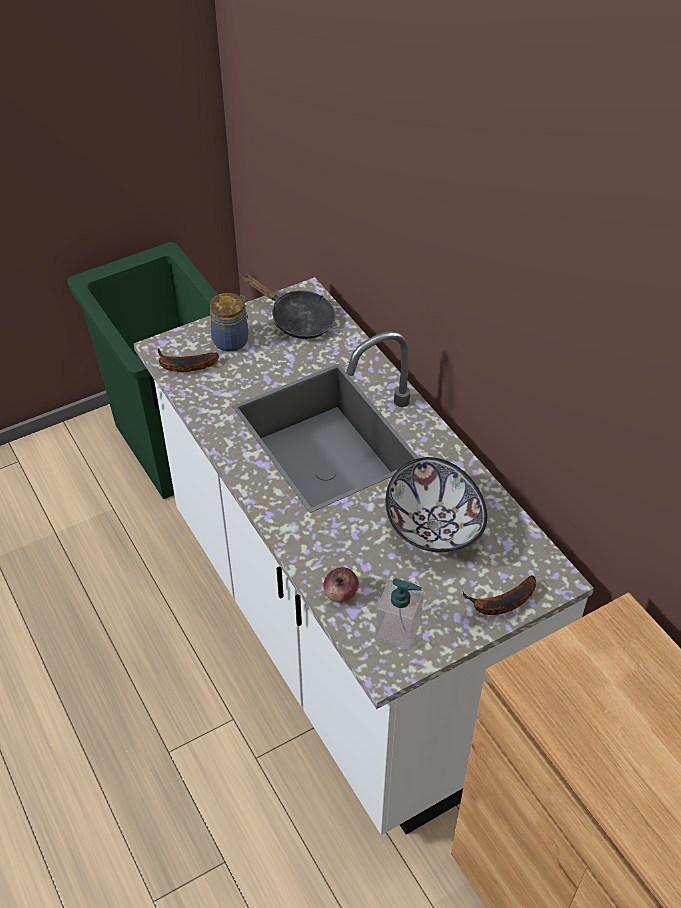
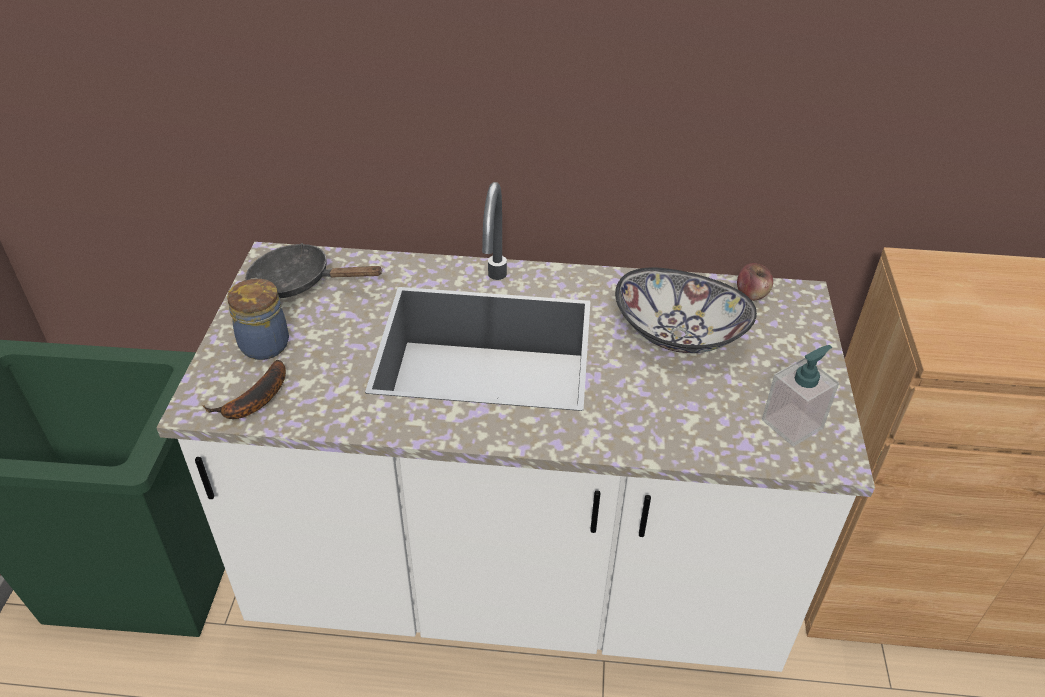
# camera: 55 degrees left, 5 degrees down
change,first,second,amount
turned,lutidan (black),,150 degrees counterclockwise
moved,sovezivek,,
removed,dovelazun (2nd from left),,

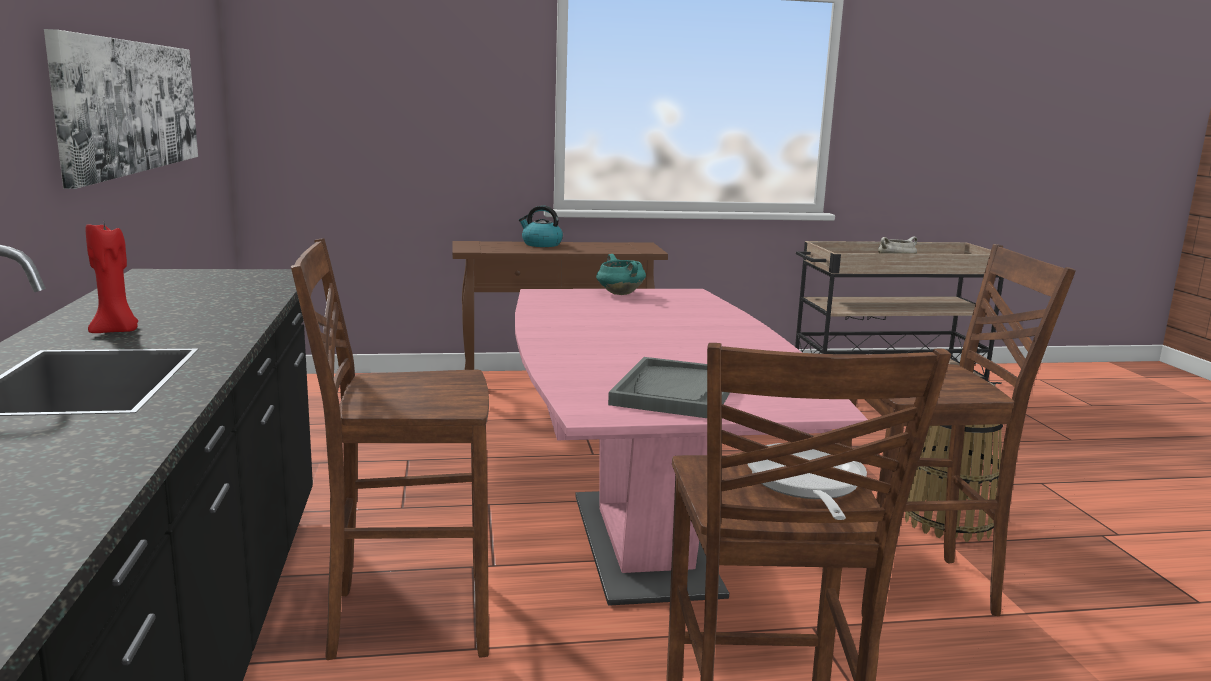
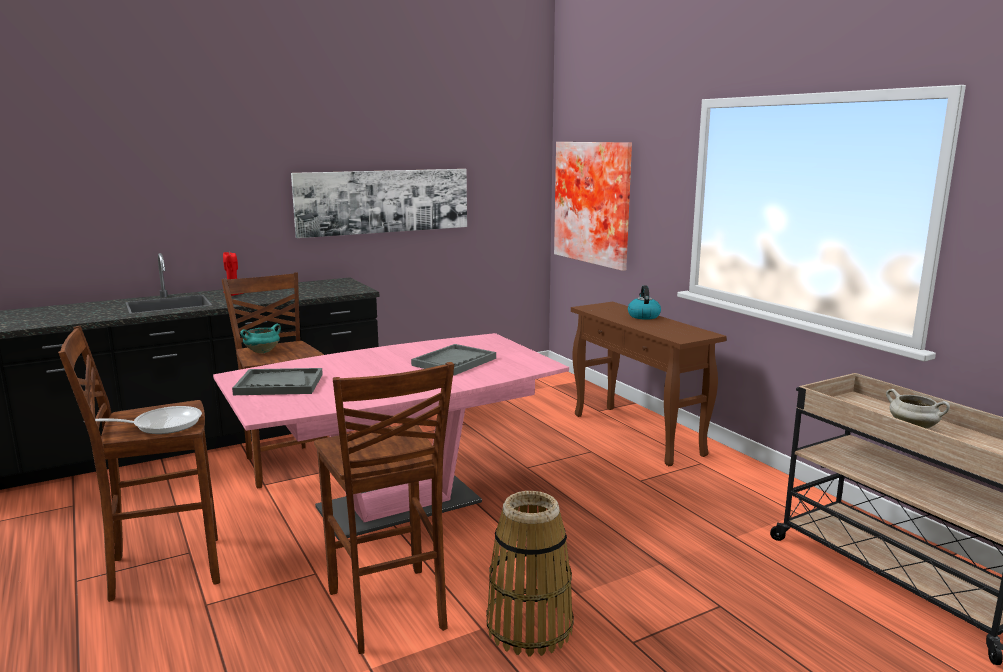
# camera: 70 degrees right, 0 degrees up
change,first,second,amount
moved,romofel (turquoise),,
added,,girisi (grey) (2nd from left),
added,,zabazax (2nd from left),

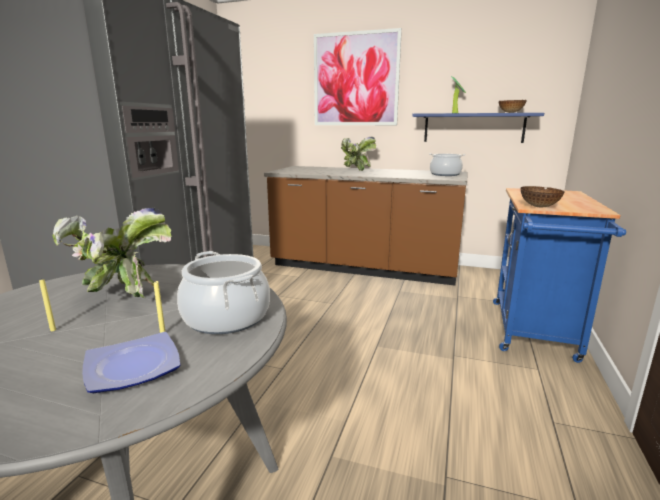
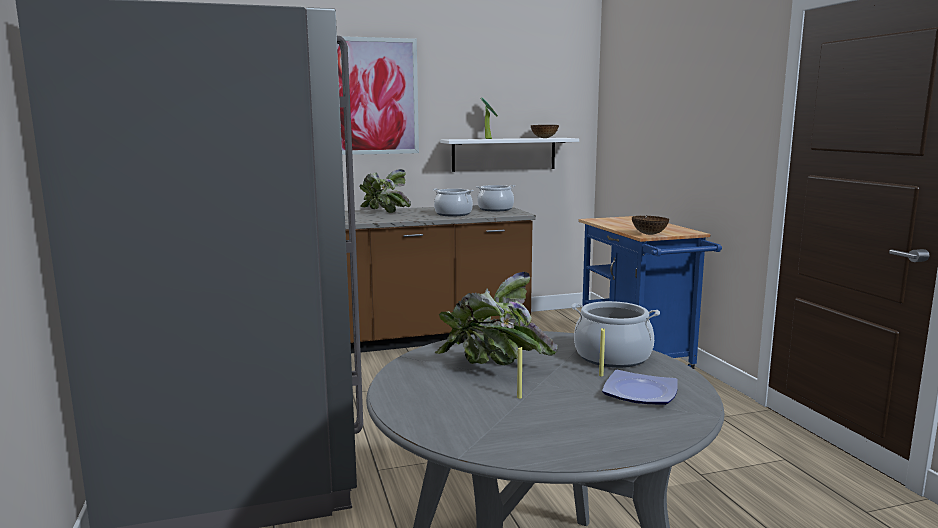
# camera: 35 degrees left, 5 degrees down
change,first,second,amount
recoloured,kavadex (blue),kavadex (white),
added,,romofel (1st from left),

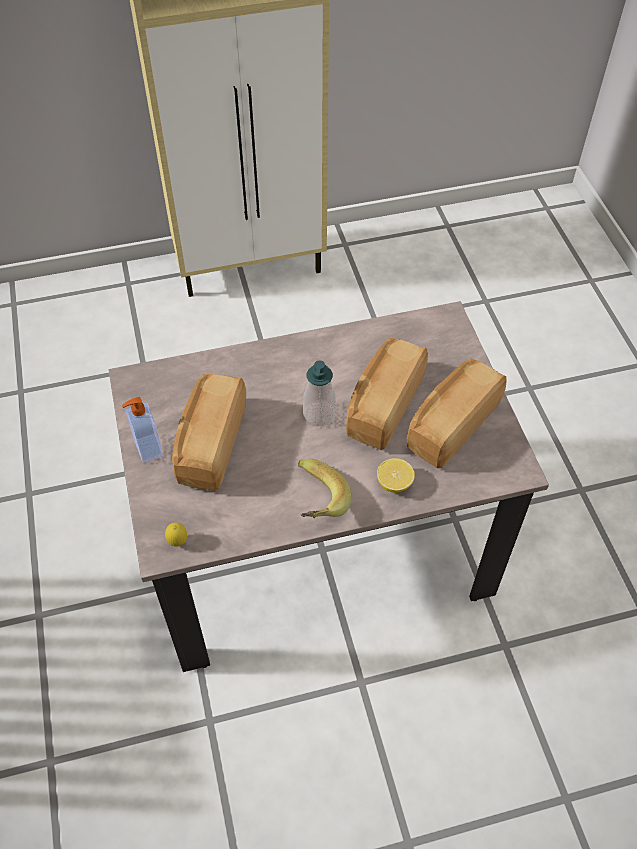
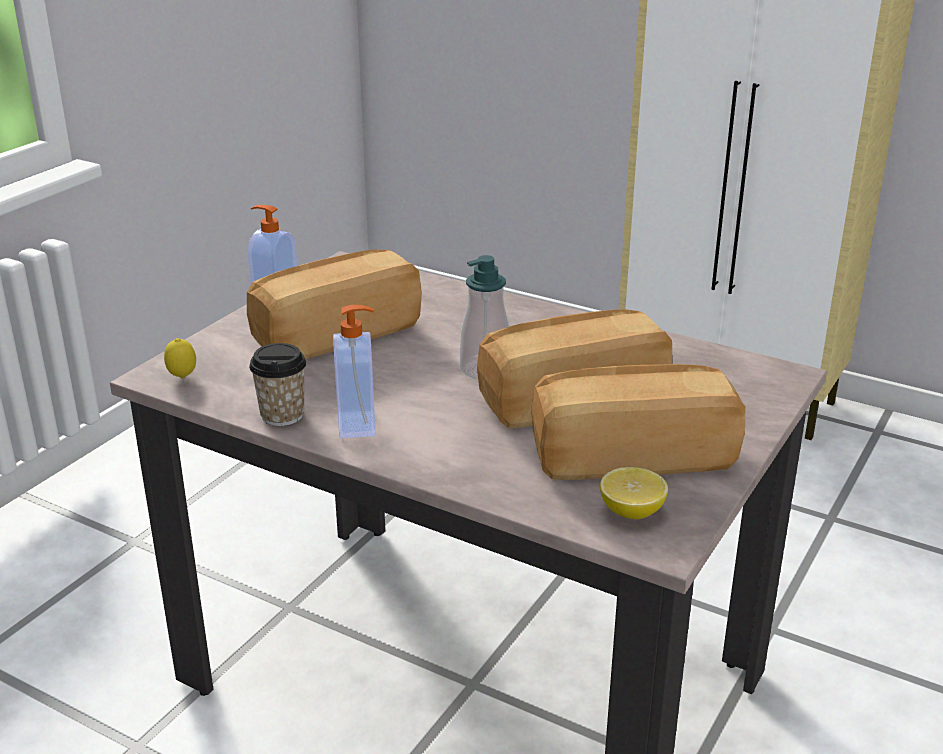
# camera: 45 degrees right, 25 degrees down
change,first,second,amount
replaced,dovelazun,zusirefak (2nd from left),
moved,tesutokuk (2nd from left),,
added,,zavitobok,

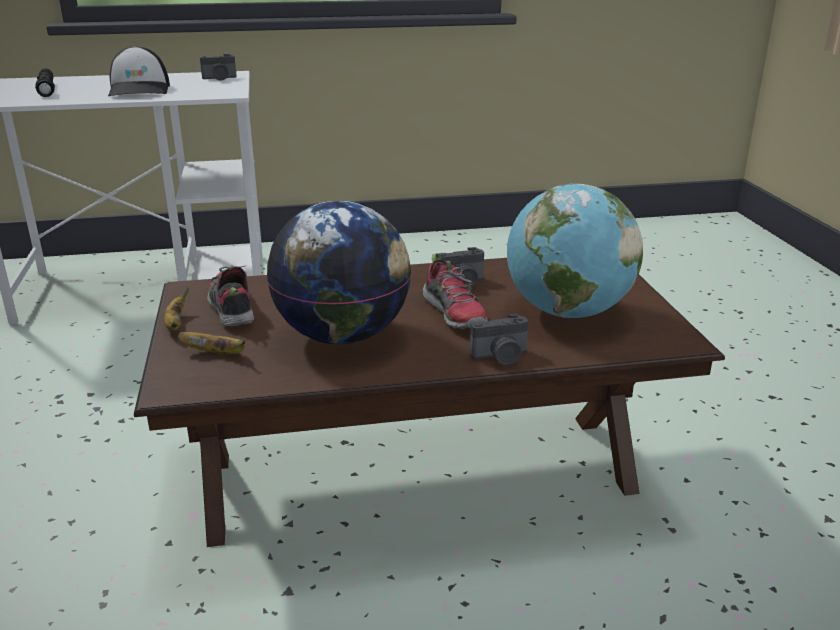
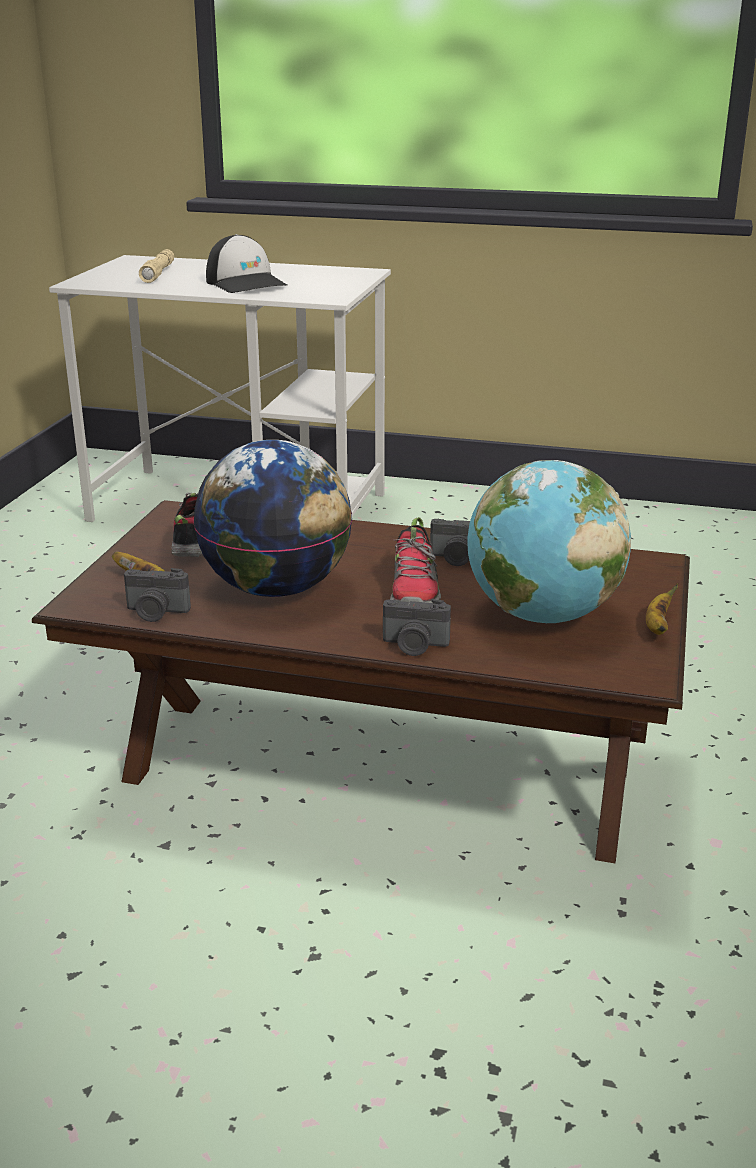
# camera: 25 degrees right, 0 degrees up
change,first,second,amount
recoloured,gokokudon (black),gokokudon (beige),
turned,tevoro,,45 degrees counterclockwise
moved,dovelazun (1st from left in the first image),dovelazun (2nd from left),
moved,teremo (1st from left),,

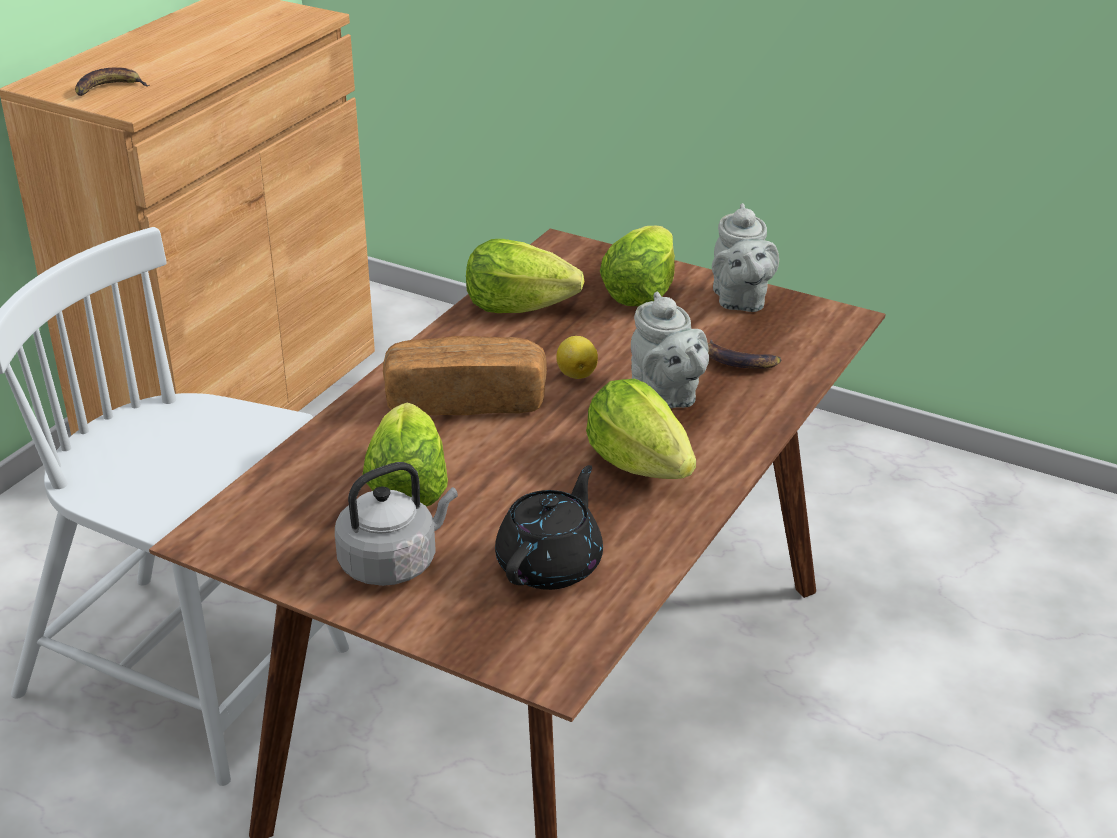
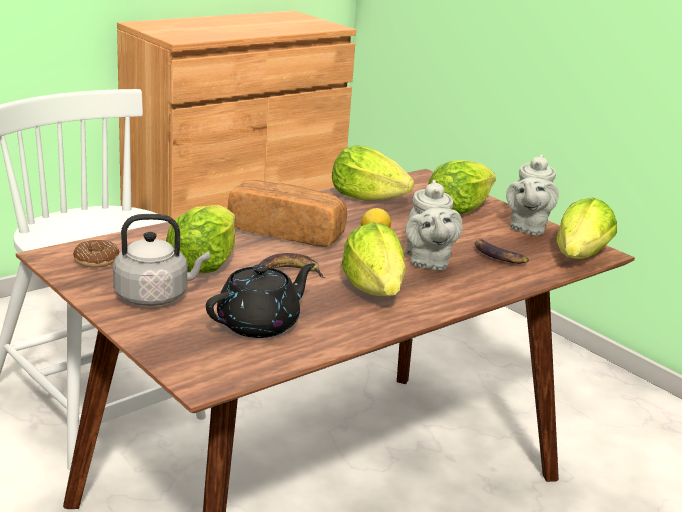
# camera: 20 degrees right, 10 degrees down
change,first,second,amount
moved,dovelazun (1st from left),,
added,,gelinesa,
added,,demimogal (5th from left),

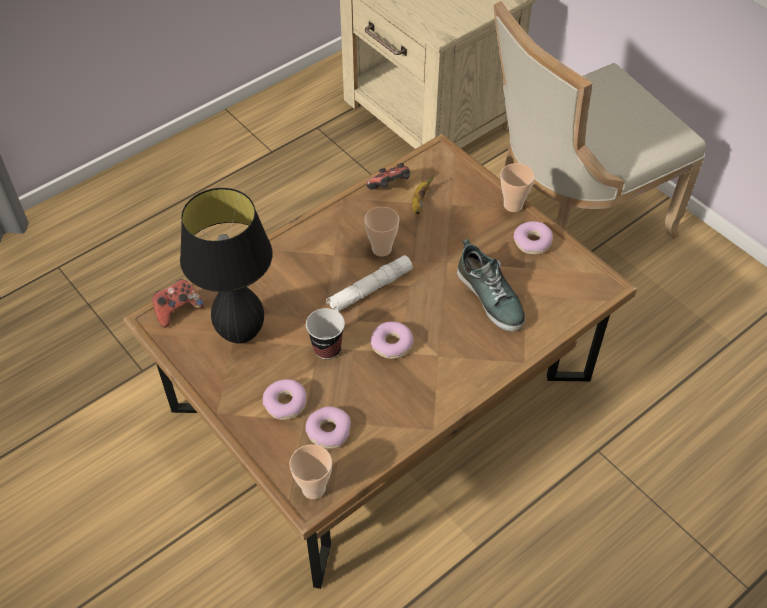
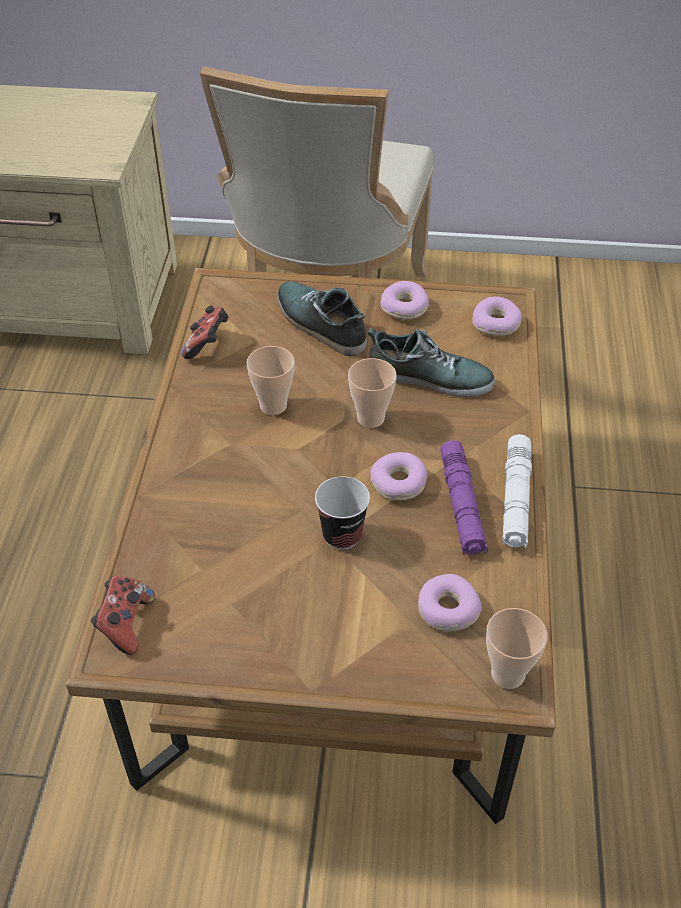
# camera: 45 degrees left, 5 degrees down
change,first,second,amount
removed,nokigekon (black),,
moved,gelinesa (1st from left in the first image),gelinesa (4th from left),
moved,gokokudon (white),,
removed,dovelazun,,
moved,zavitobok (4th from left in the first image),zavitobok (3rd from left),
added,,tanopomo (1st from left),
added,,gokokudon (purple),

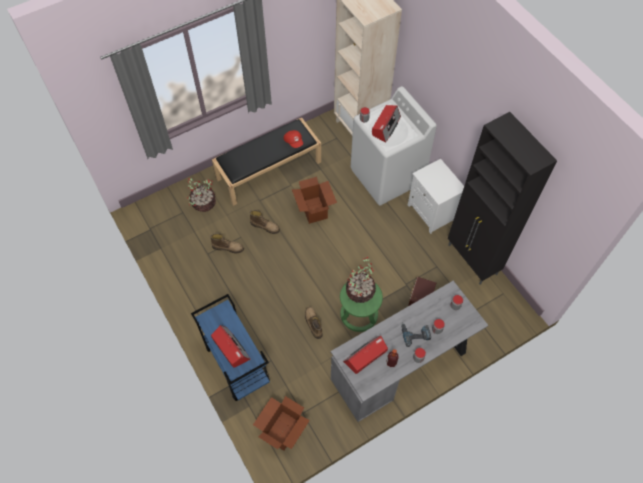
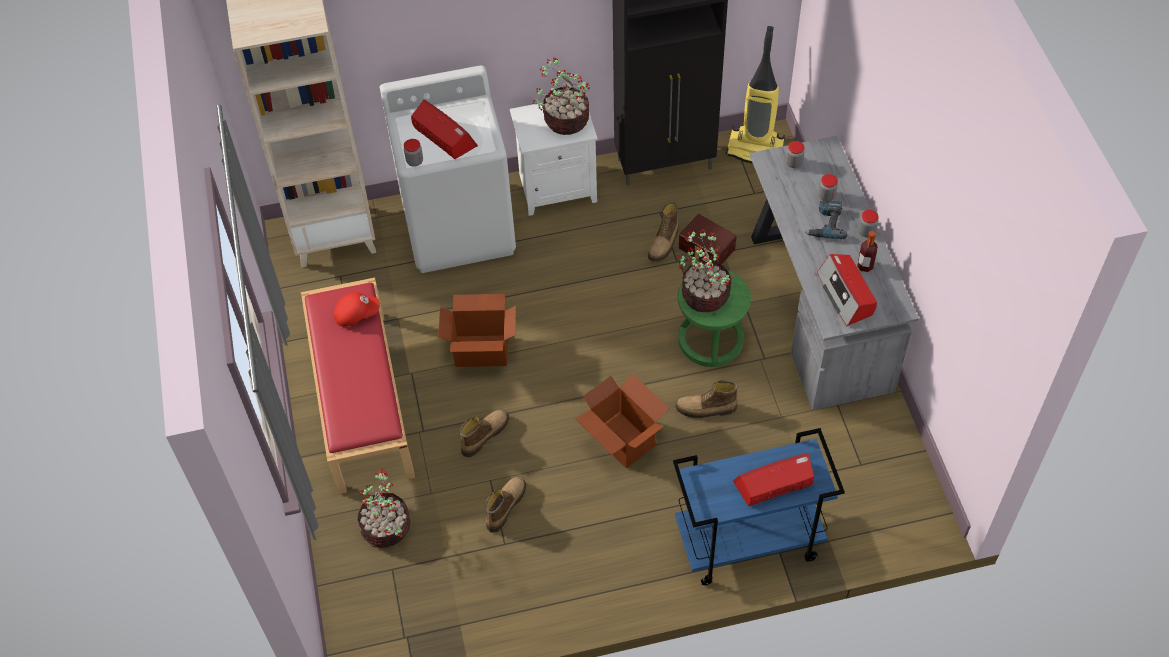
# camera: 70 degrees left, 5 degrees down
change,first,second,amount
recoloured,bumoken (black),bumoken (red),
moved,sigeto (1st from left in the first image),sigeto (2nd from left),
added,,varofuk (2nd from left),
added,,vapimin (3rd from left),
added,,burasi,

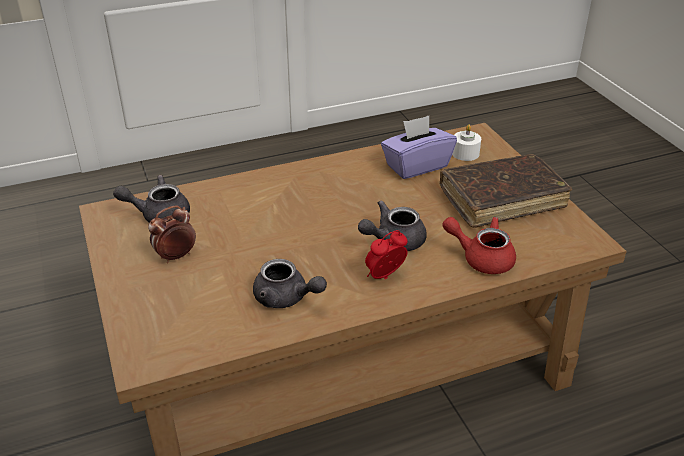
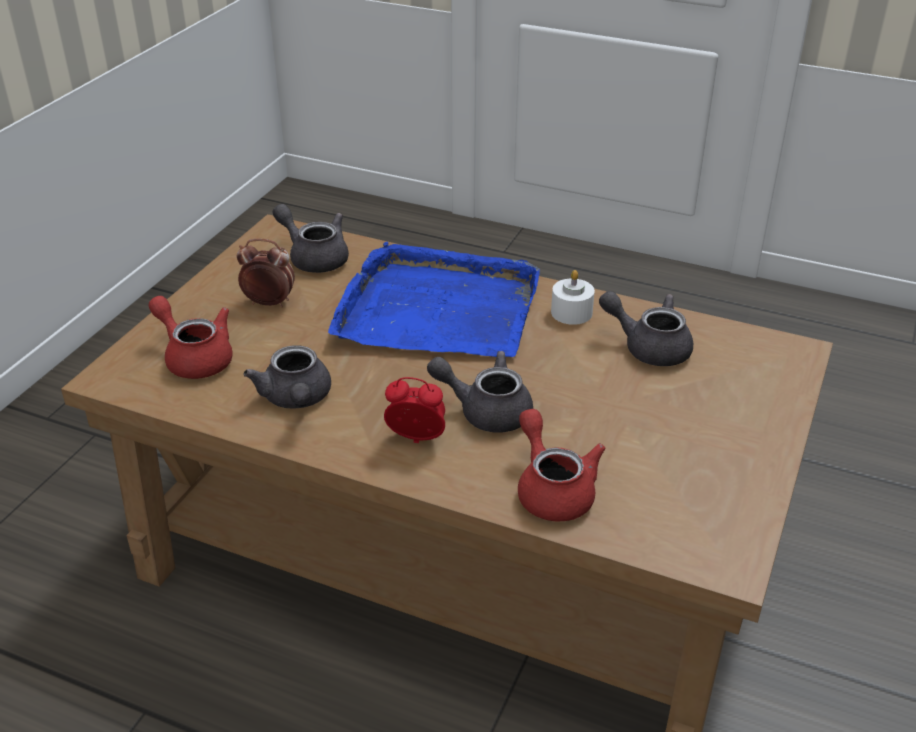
# camera: 45 degrees right, 0 degrees up
change,first,second,amount
replaced,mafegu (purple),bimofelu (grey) (4th from left),
removed,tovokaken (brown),,
moved,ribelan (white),,
added,,bimofelu (red) (1st from left),
added,,girisi (blue),

